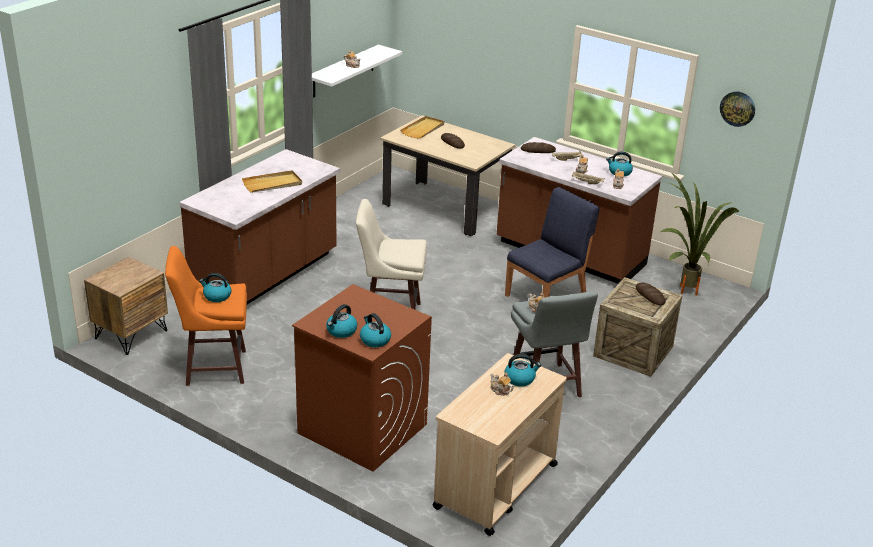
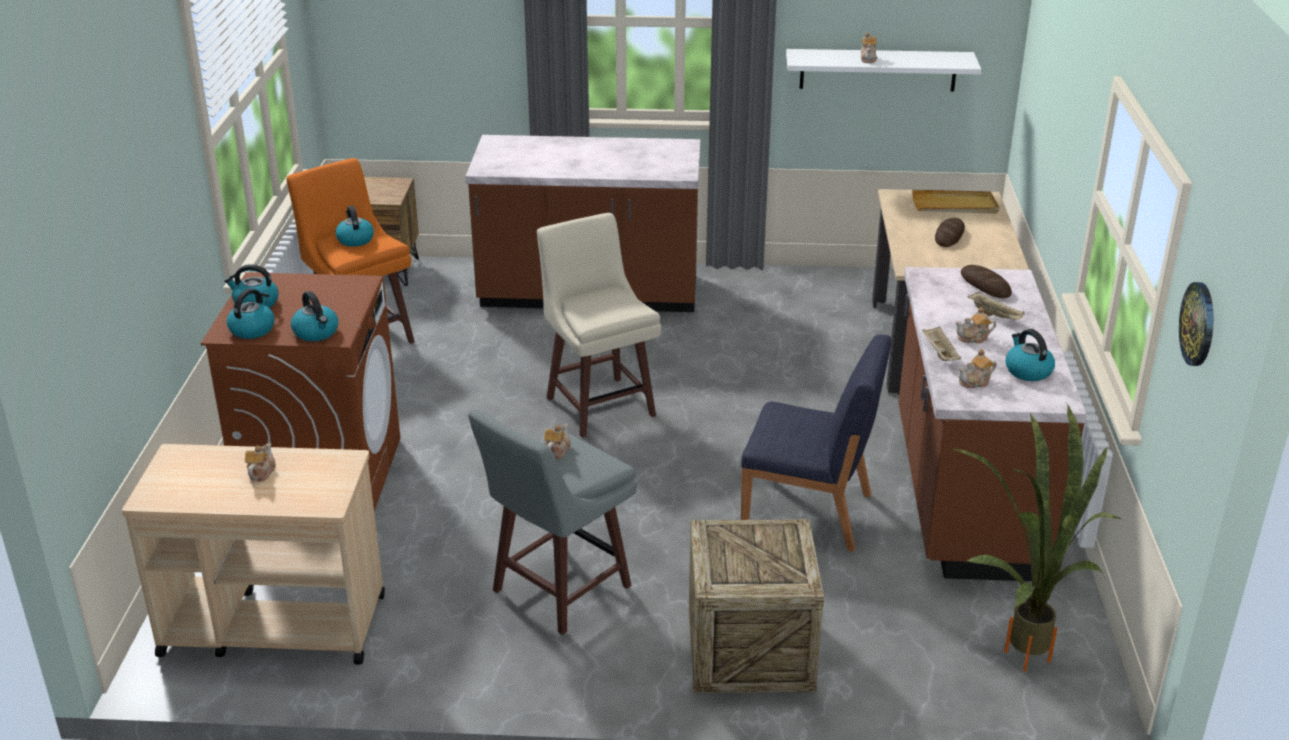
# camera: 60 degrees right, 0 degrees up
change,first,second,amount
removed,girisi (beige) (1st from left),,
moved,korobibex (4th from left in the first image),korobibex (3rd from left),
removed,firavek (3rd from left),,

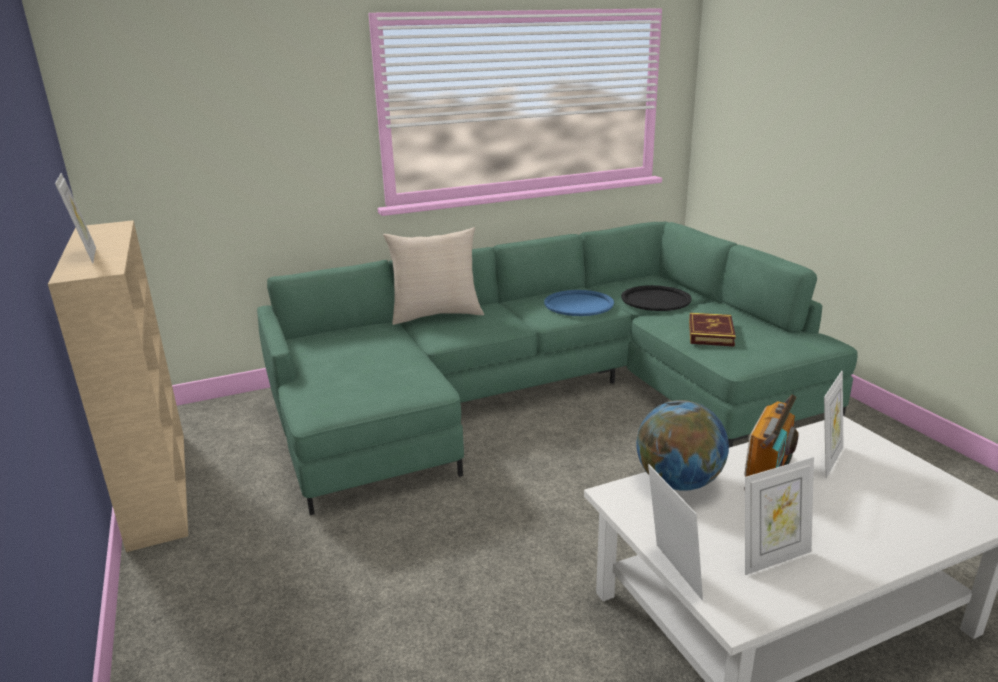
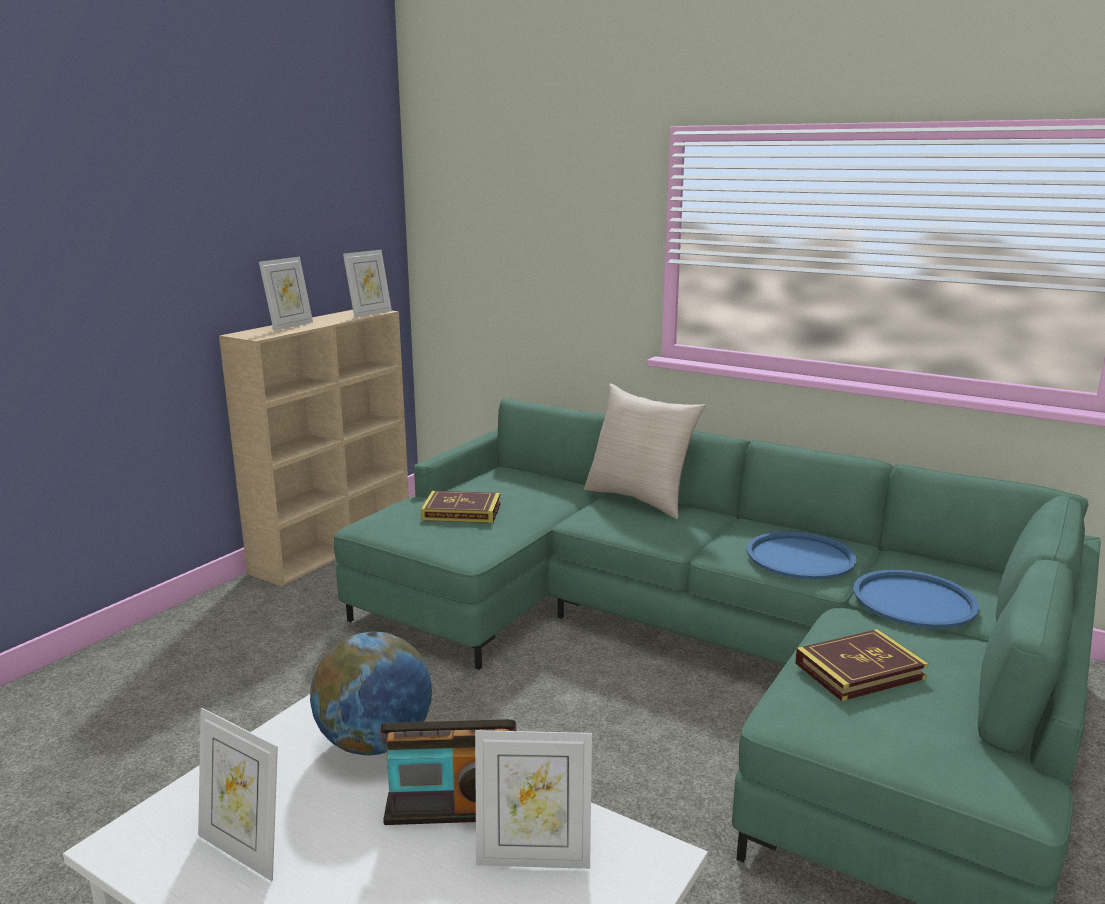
# camera: 55 degrees right, 5 degrees down
change,first,second,amount
recoloured,girisi (black),girisi (blue) (2nd from left),
moved,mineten (2nd from left in the first image),mineten (3rd from left),
added,,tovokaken (1st from left),

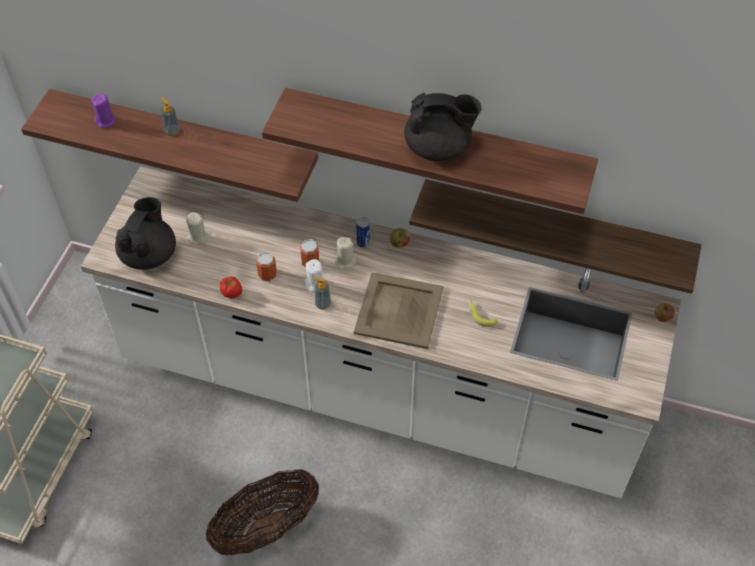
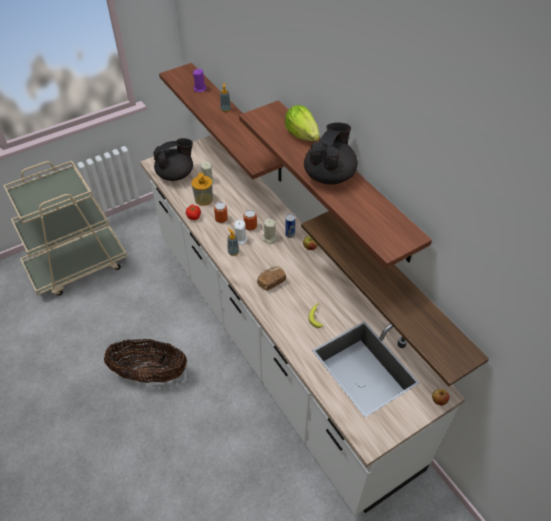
# camera: 40 degrees right, 5 degrees down
change,first,second,amount
replaced,girisi (beige),firavek,
turned,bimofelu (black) (2nd from left),,105 degrees counterclockwise
added,,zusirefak (1st from left),
added,,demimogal,

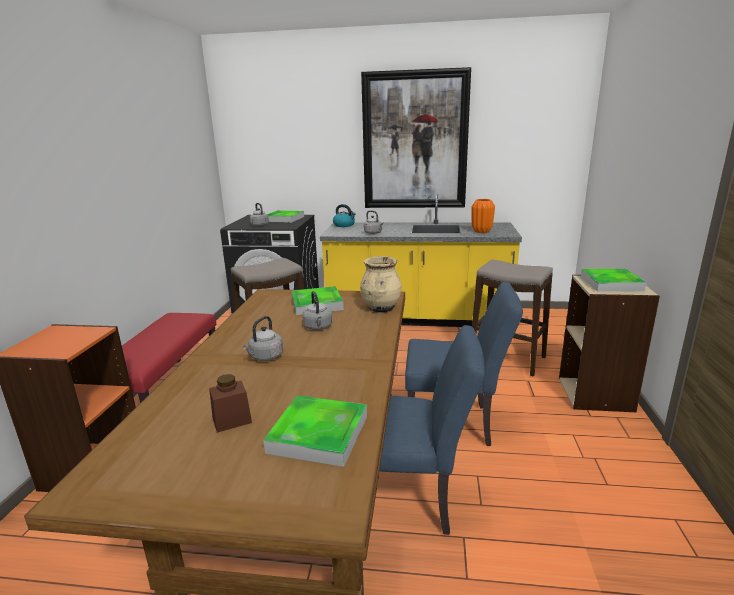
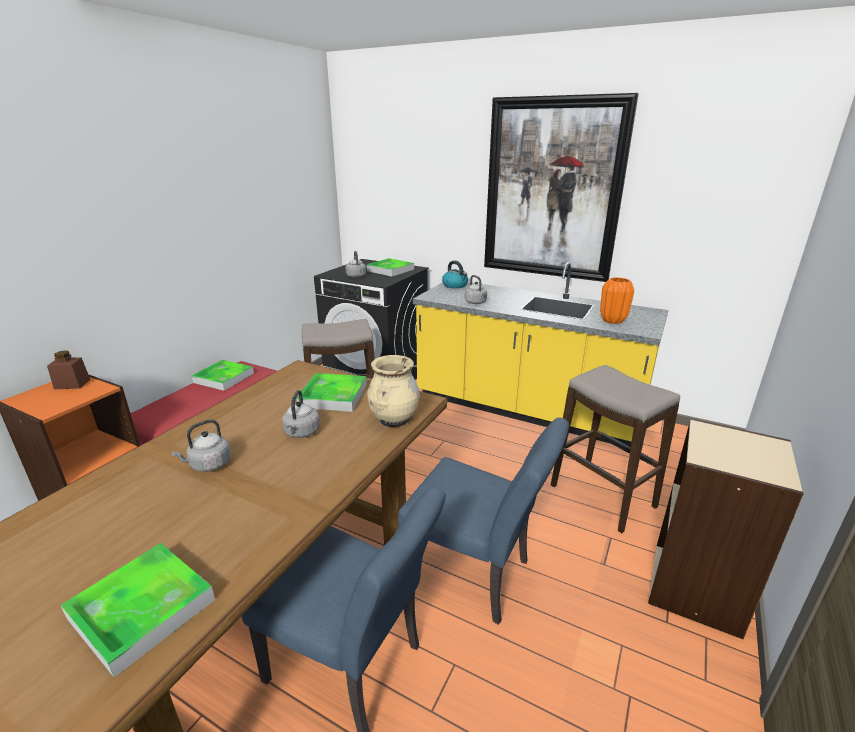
# camera: 20 degrees right, 5 degrees up
change,first,second,amount
moved,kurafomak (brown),,
moved,girisi (4th from left in the first image),girisi (2nd from left),

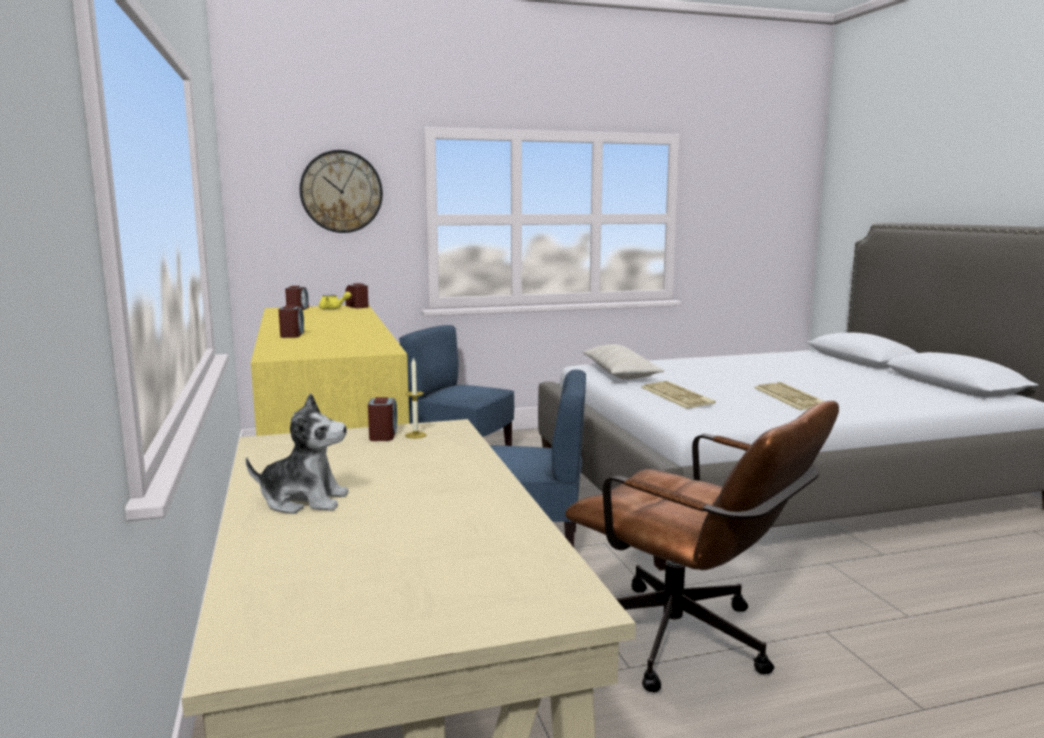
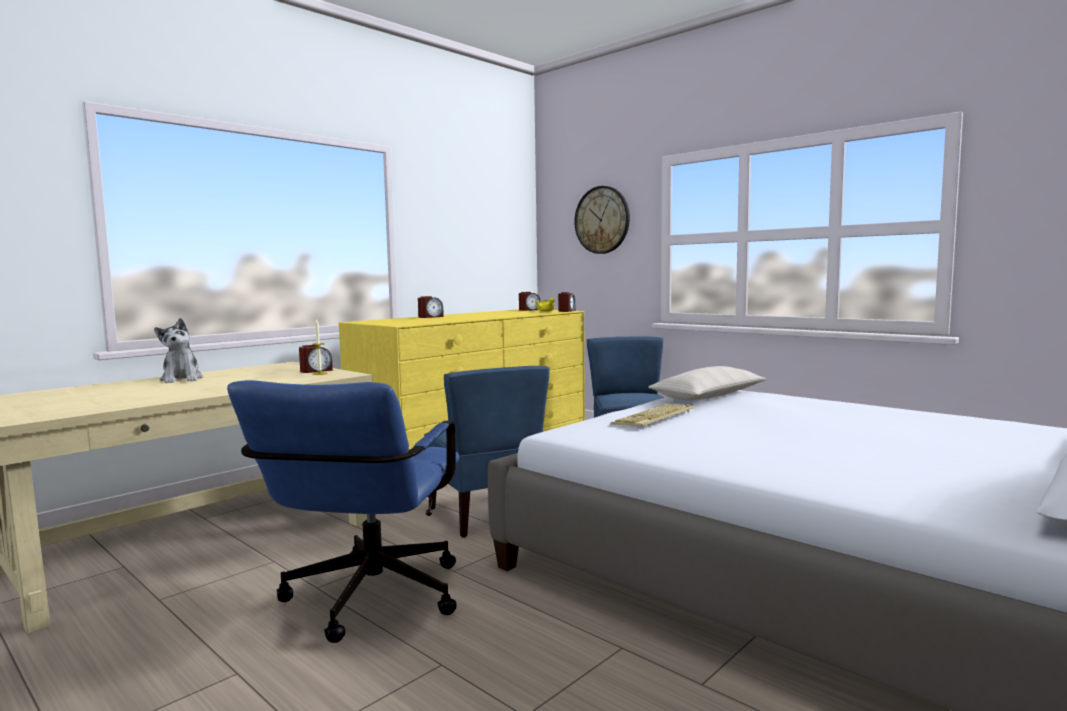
# camera: 60 degrees right, 5 degrees down
change,first,second,amount
recoloured,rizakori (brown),rizakori (blue),
removed,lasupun (2nd from left),,

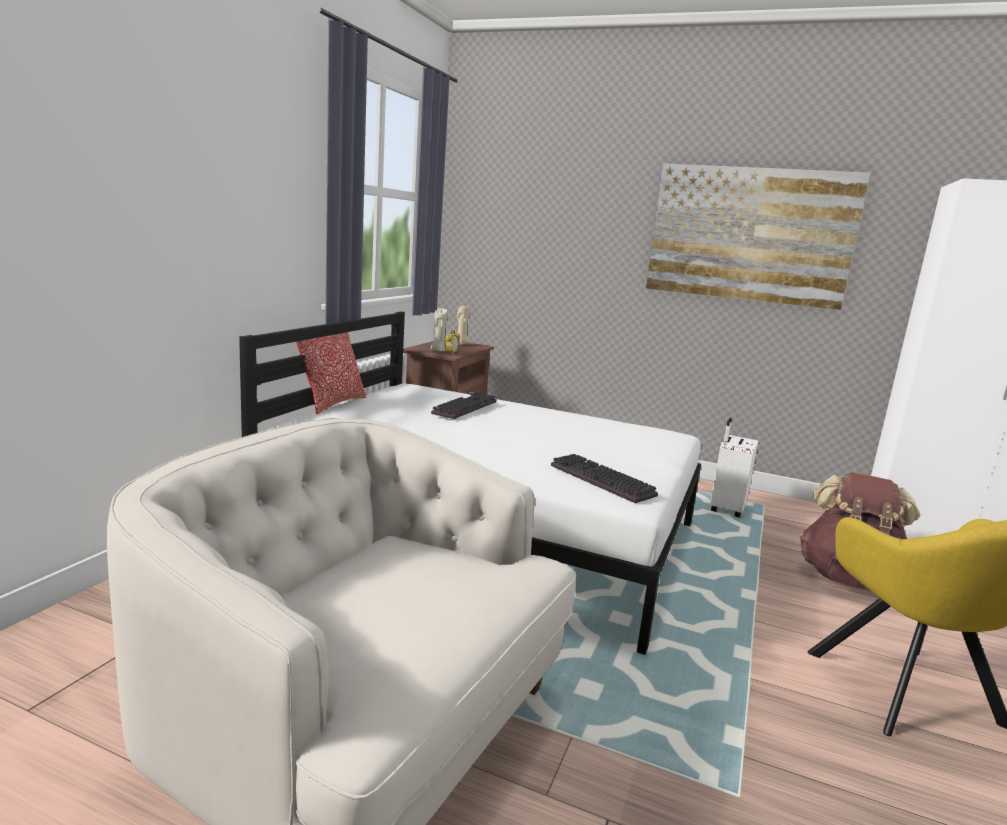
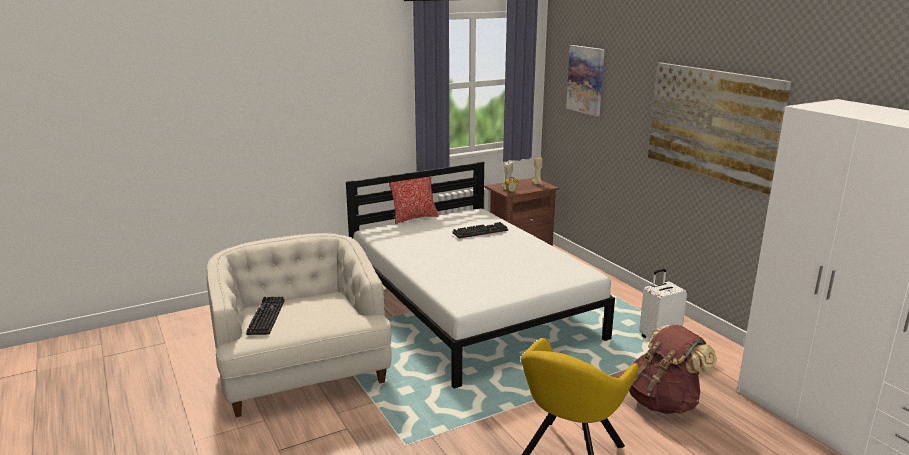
# camera: 40 degrees right, 5 degrees up
change,first,second,amount
moved,lasupun (2nd from left in the first image),lasupun (1st from left),
added,,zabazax (1st from left),

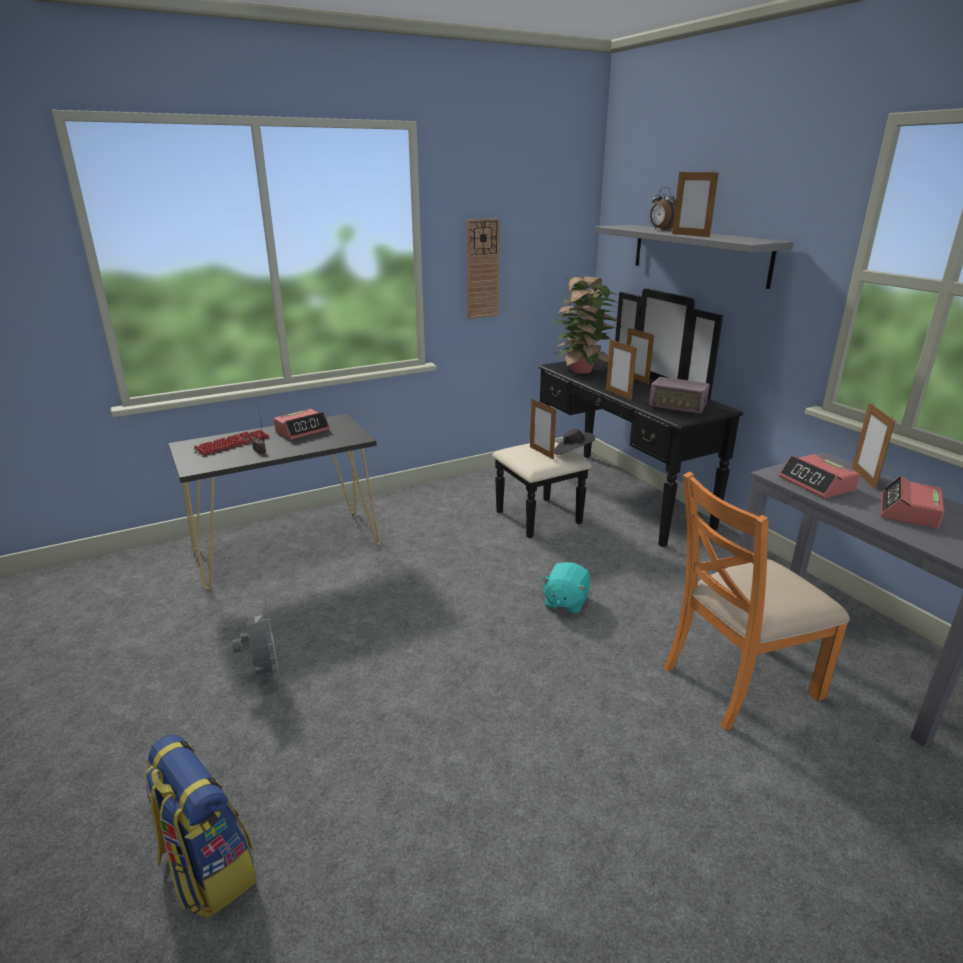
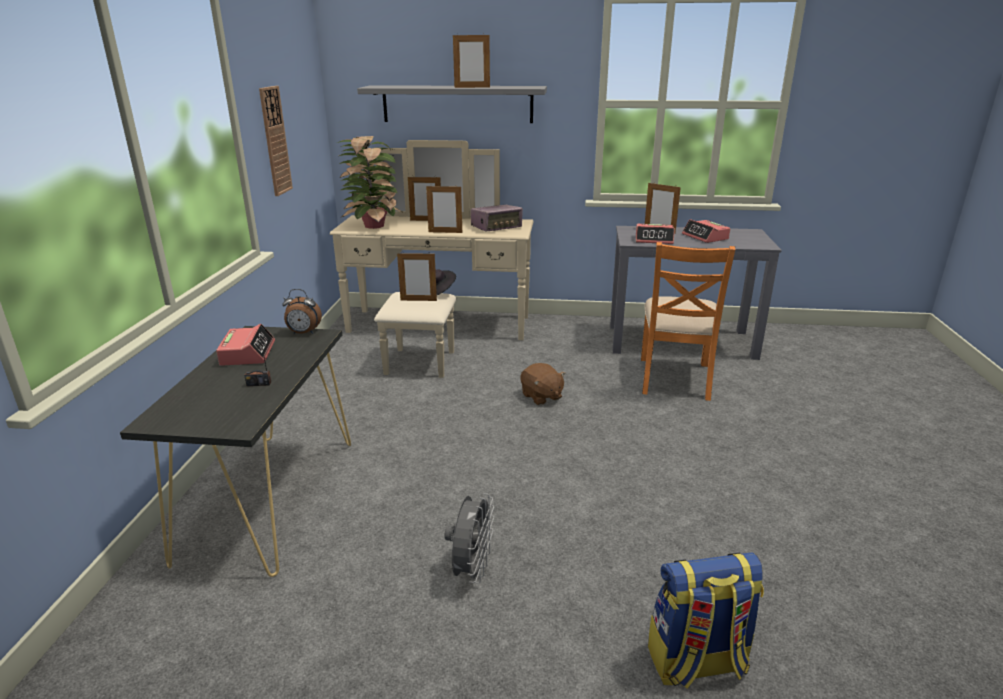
# camera: 55 degrees left, 0 degrees up
change,first,second,amount
removed,lasupun,,
turned,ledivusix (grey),,90 degrees clockwise
recoloured,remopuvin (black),remopuvin (beige),
recoloured,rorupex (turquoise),rorupex (brown),
moved,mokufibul (2nd from left),,

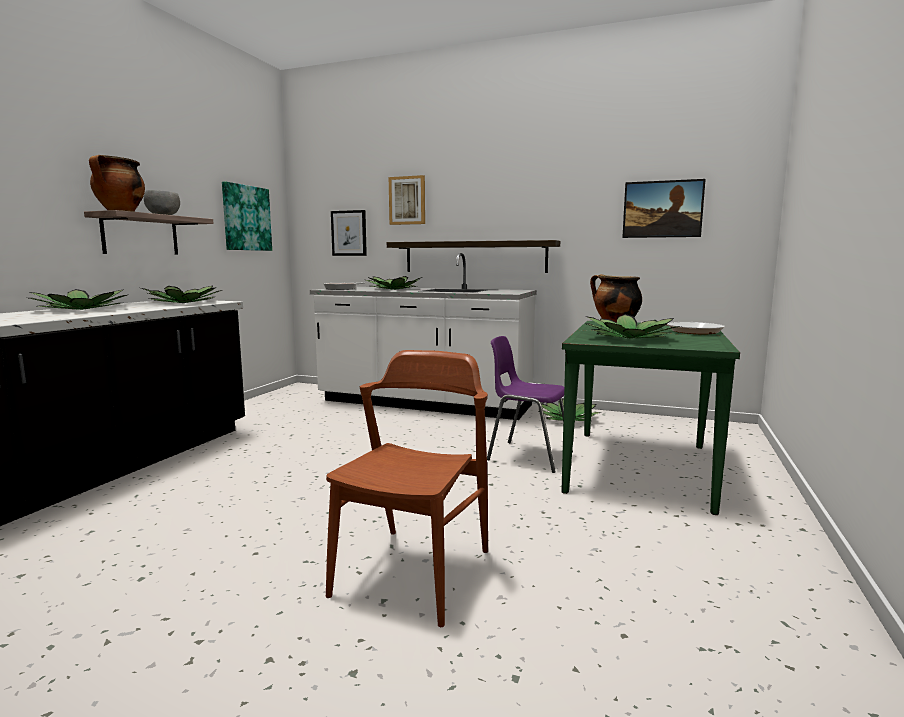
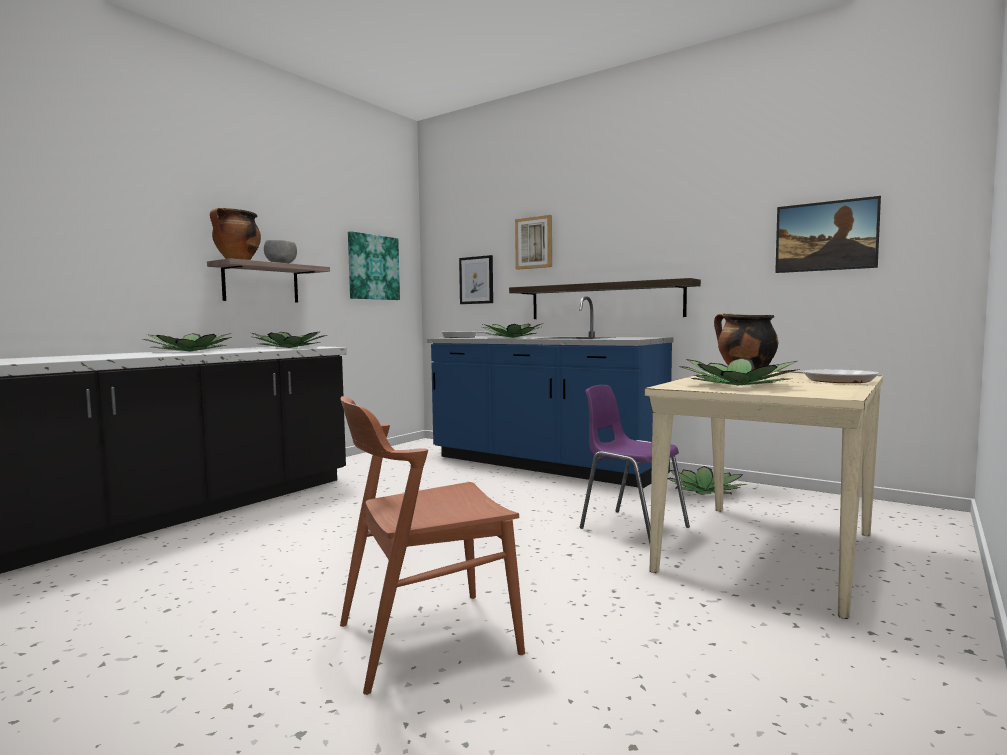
# camera: 15 degrees right, 5 degrees down
change,first,second,amount
recoloured,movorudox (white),movorudox (blue),
turned,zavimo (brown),,150 degrees counterclockwise
recoloured,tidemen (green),tidemen (beige),

